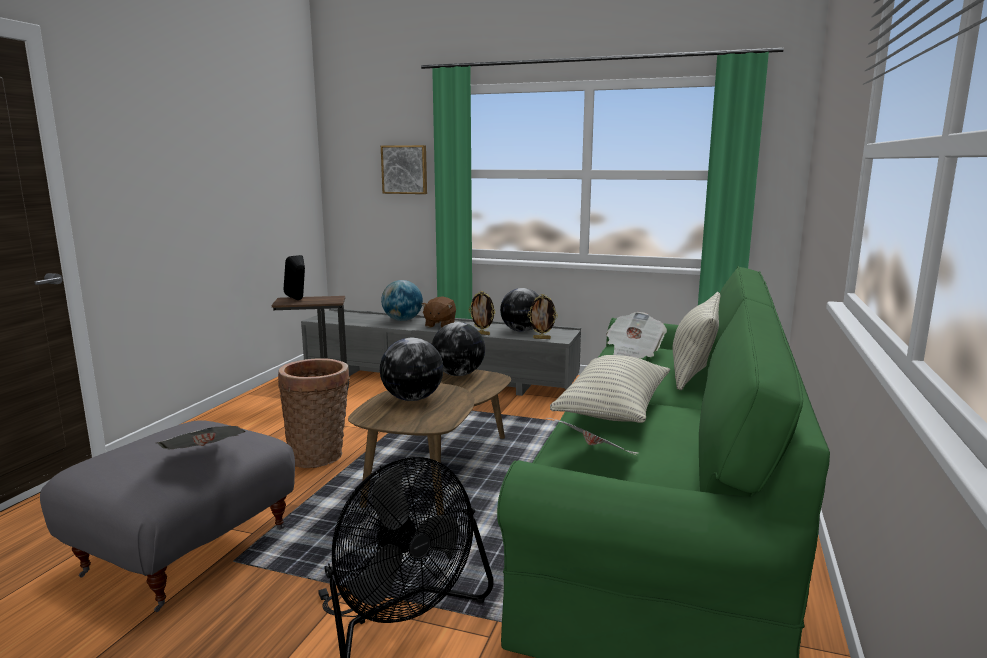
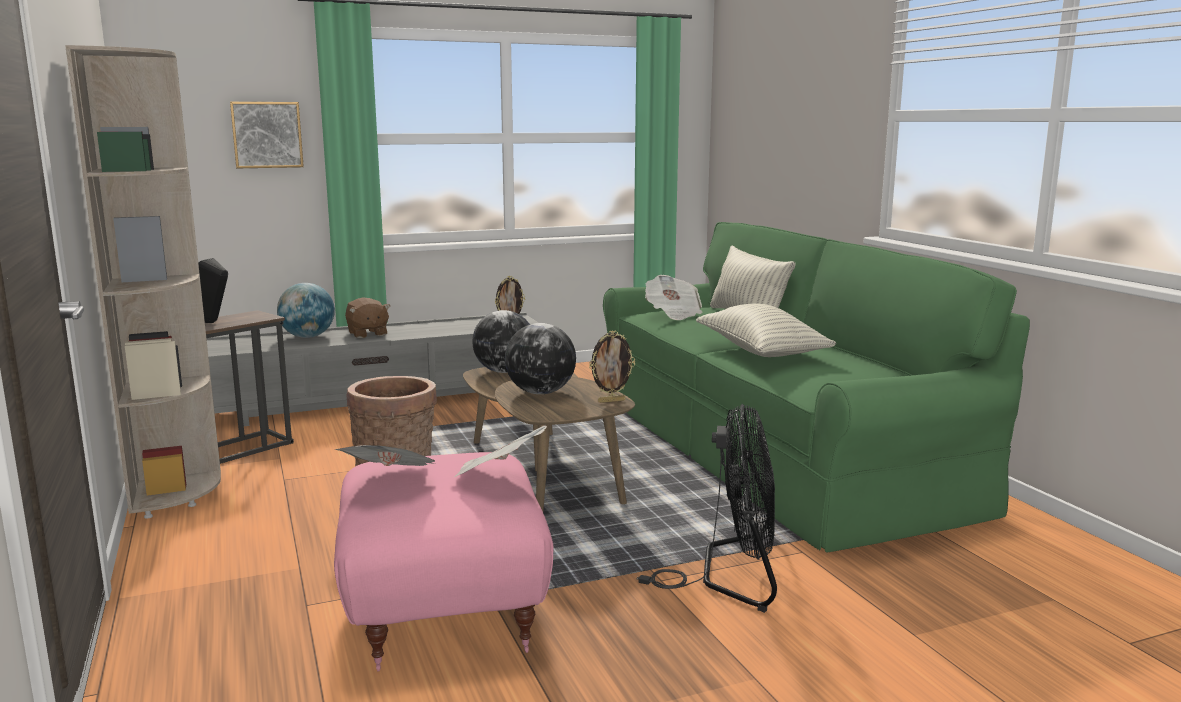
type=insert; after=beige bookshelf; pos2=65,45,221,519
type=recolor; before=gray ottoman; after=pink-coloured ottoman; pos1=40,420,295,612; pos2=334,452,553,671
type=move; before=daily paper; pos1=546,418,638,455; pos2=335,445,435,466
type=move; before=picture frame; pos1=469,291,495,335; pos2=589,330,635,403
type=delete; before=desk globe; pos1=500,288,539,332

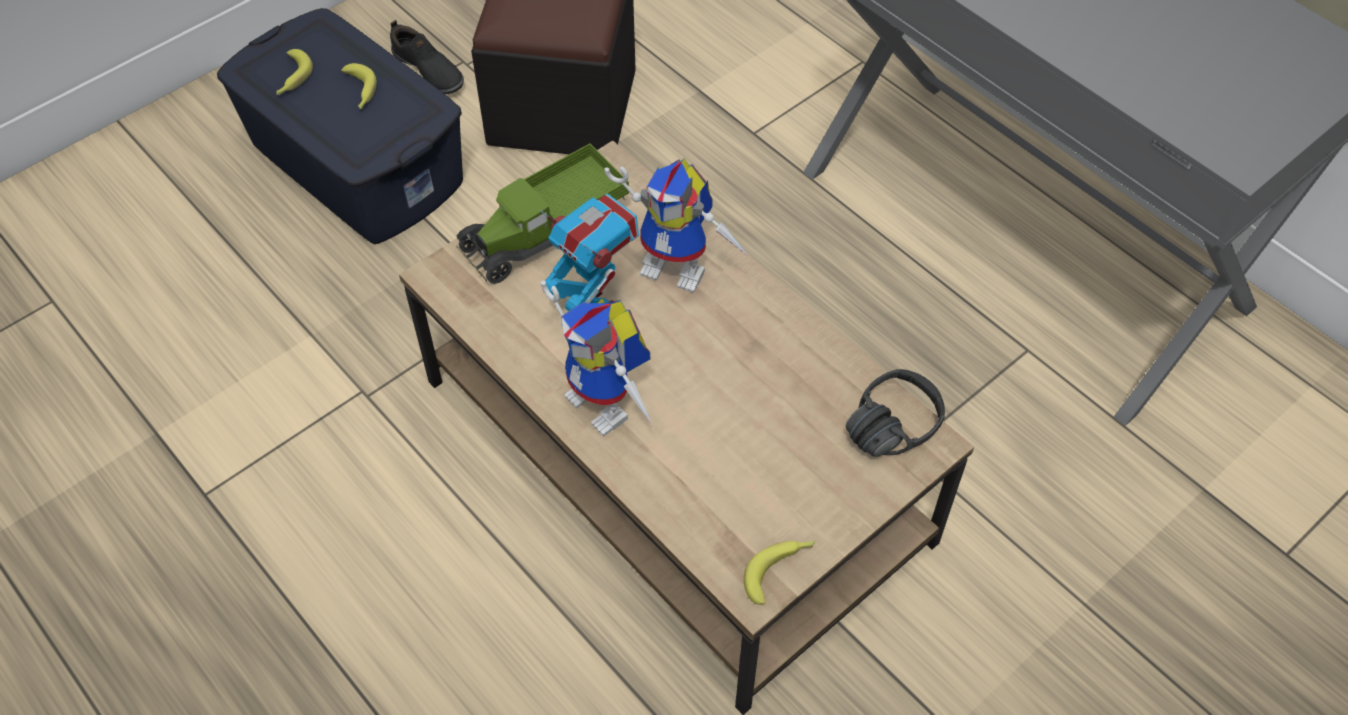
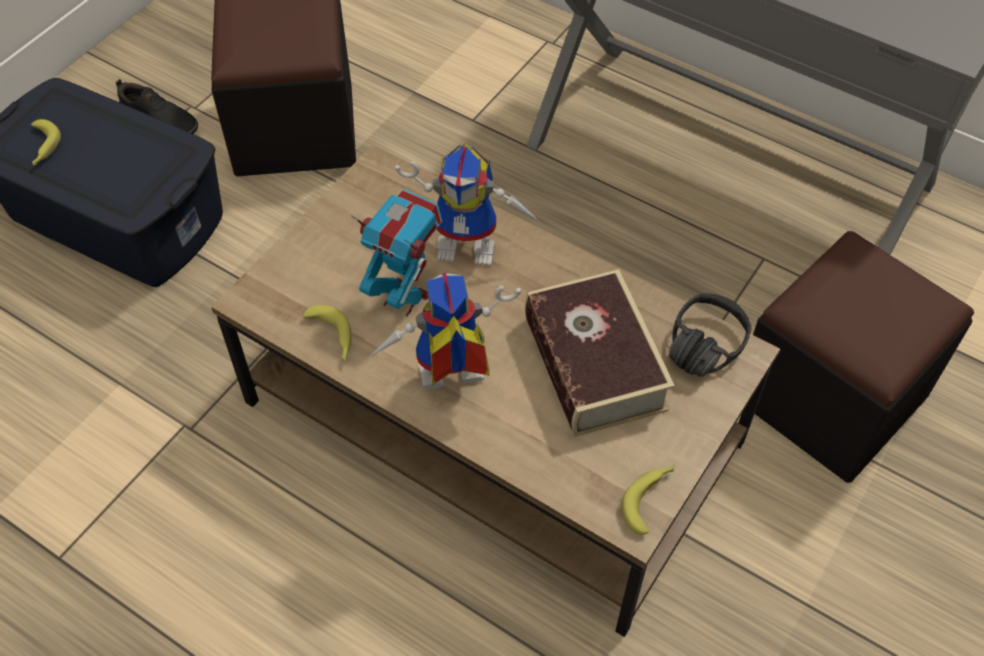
type=move; before=banana; pos1=341,63,377,109; pos2=303,305,352,361
type=rotate; before=robot figure; pos1=541,281,653,436; pos2=369,273,521,390; turn=135
type=insert; after=bound book; pos2=525,269,675,437
type=insert; after=black-coloured ottoman; pos2=753,231,974,483
type=delete; before=toy truck; pos1=456,143,629,284

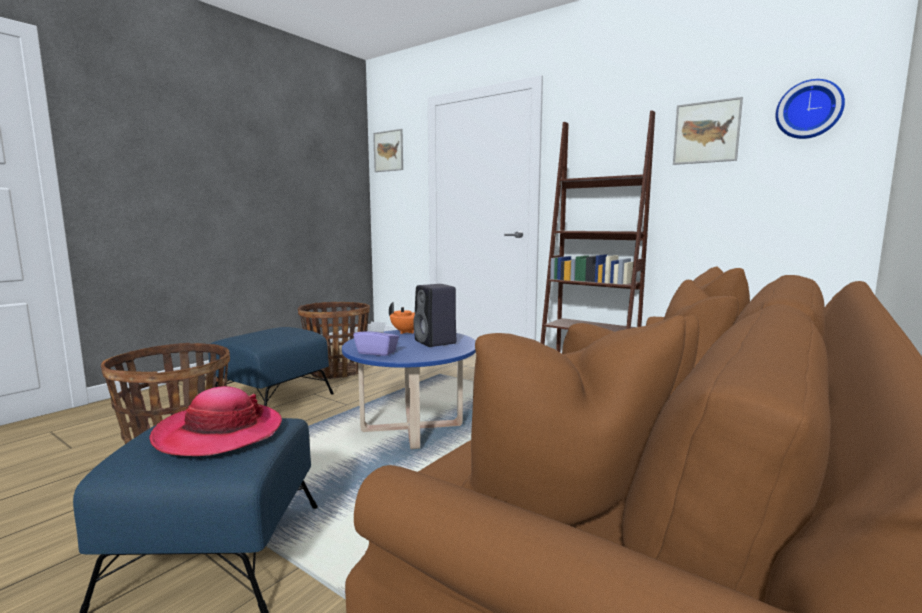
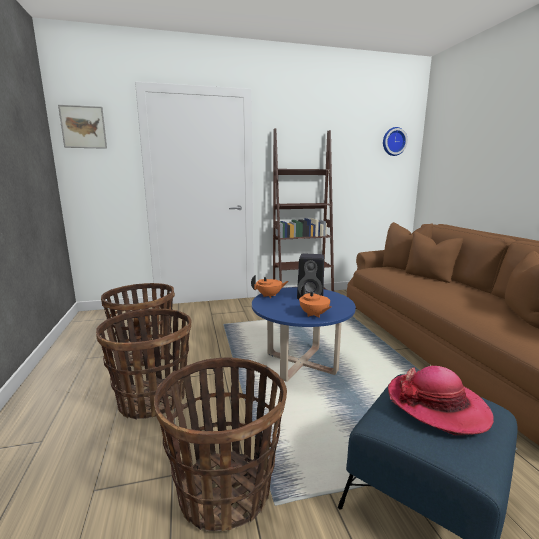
type=replace; before=blue-coloured ottoman; after=basket; pos1=208,327,334,406; pos2=96,309,191,420
type=replace; before=purple tissue box; after=orangey teapot; pos1=353,321,399,356; pos2=299,285,331,318
type=delete; before=picture; pos1=673,97,743,165

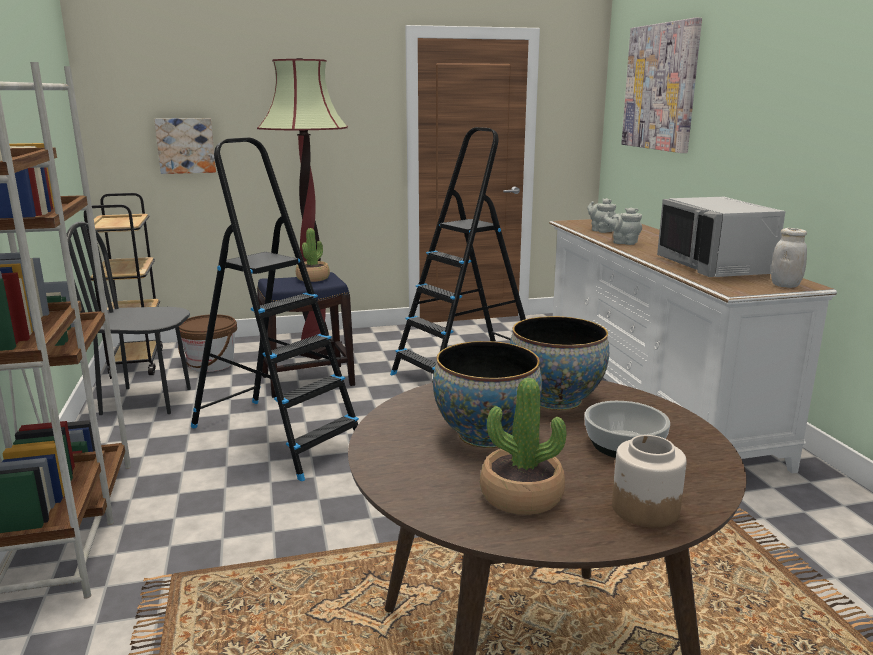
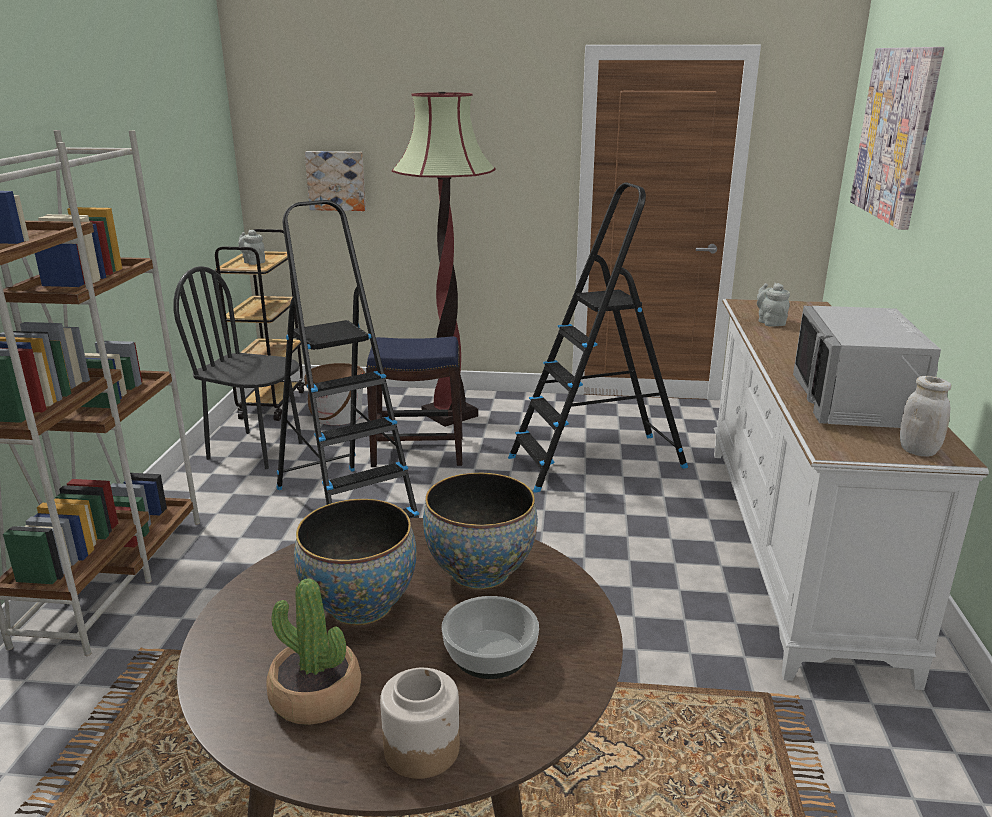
type=move; before=gray teapot; pos1=604,207,642,245; pos2=238,230,265,265
type=delete; before=plant in a pot; pos1=296,228,330,282

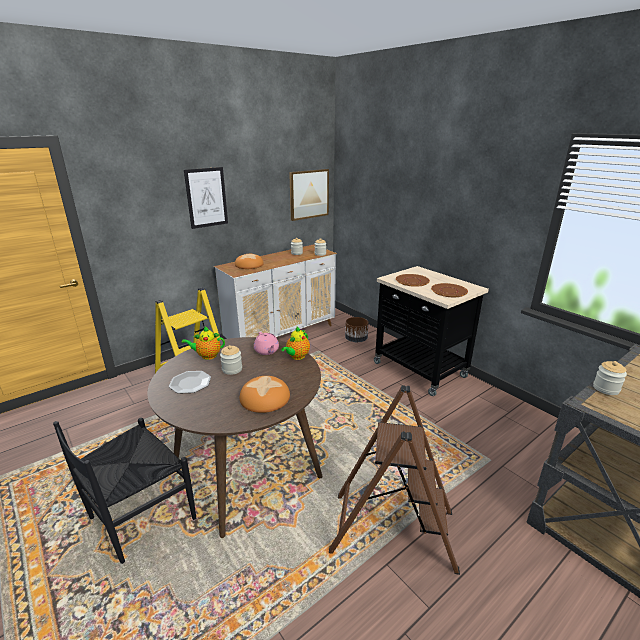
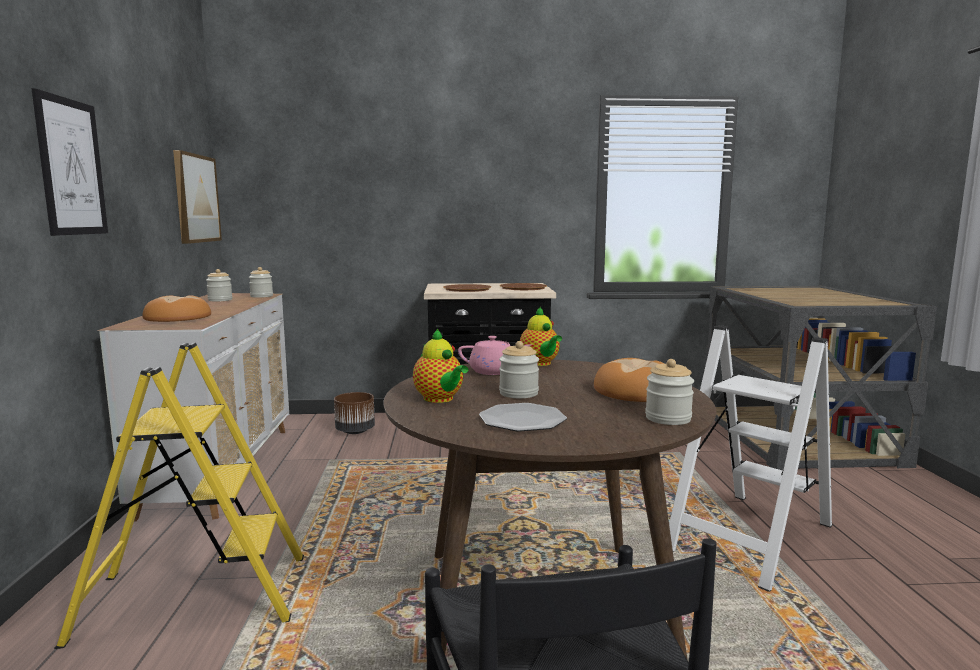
type=rotate; before=teapot; pos1=181,326,225,360; pos2=413,329,468,403; turn=-60
type=move; before=jar; pos1=593,361,627,395; pos2=645,359,694,425
type=recolor; before=brown-coloured step stool; after=white step stool; pos1=329,385,460,575; pos2=669,325,832,592

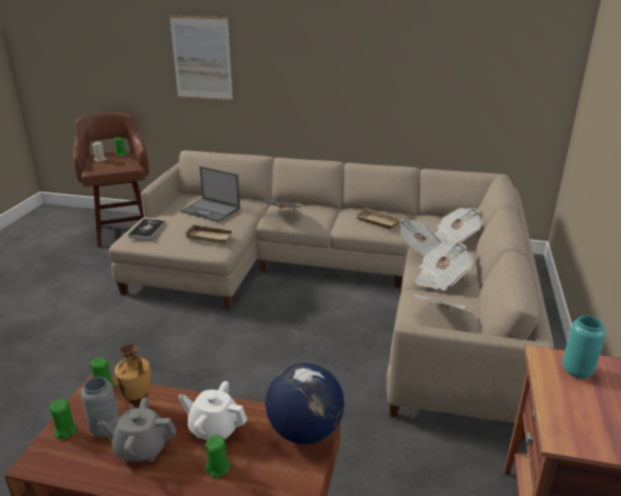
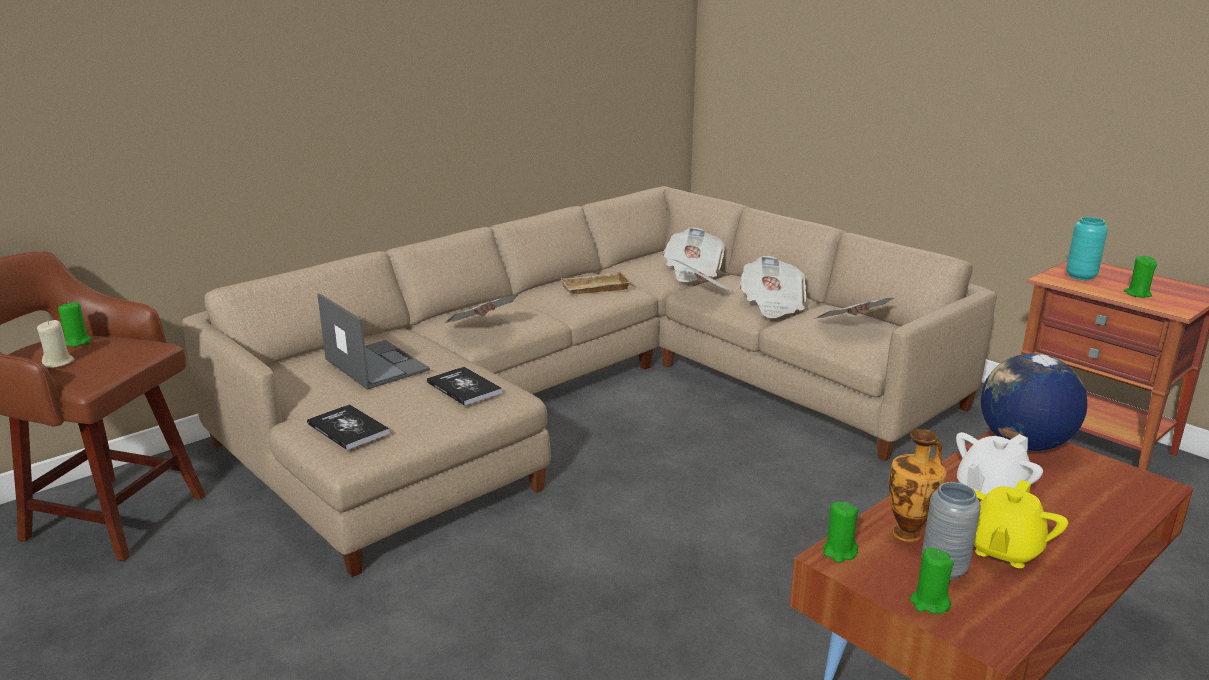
type=rotate; before=portable computer; pos1=180,166,240,222; pos2=317,293,430,390; turn=-105
type=replace; before=beige tray; after=bound book; pos1=184,224,235,244; pos2=427,366,502,406
type=recolor; before=gray teapot; after=yellowish teapot; pos1=97,397,176,462; pos2=973,480,1068,568
type=move; before=green wax light; pos1=205,435,230,478; pos2=1124,256,1157,298
type=delete; before=picture; pos1=169,16,233,101

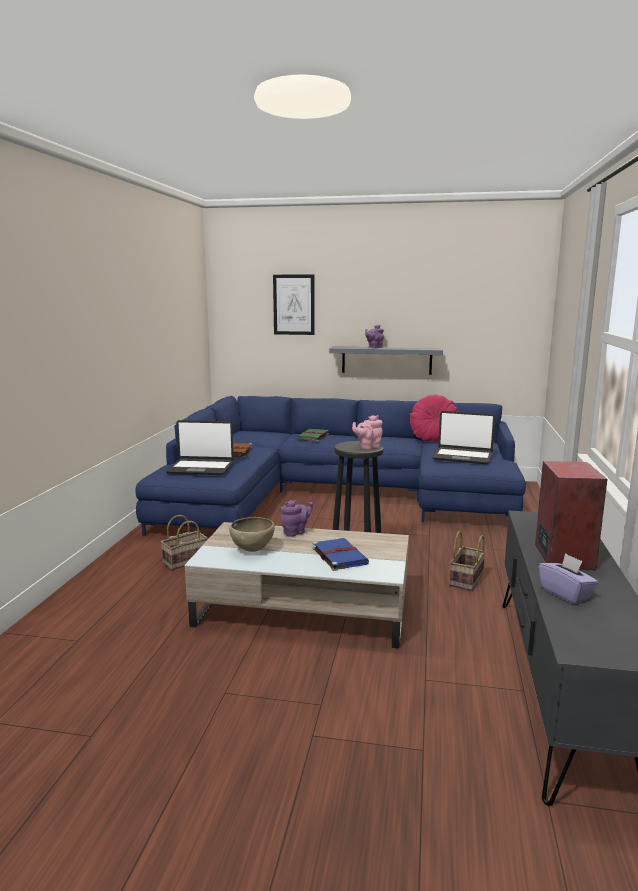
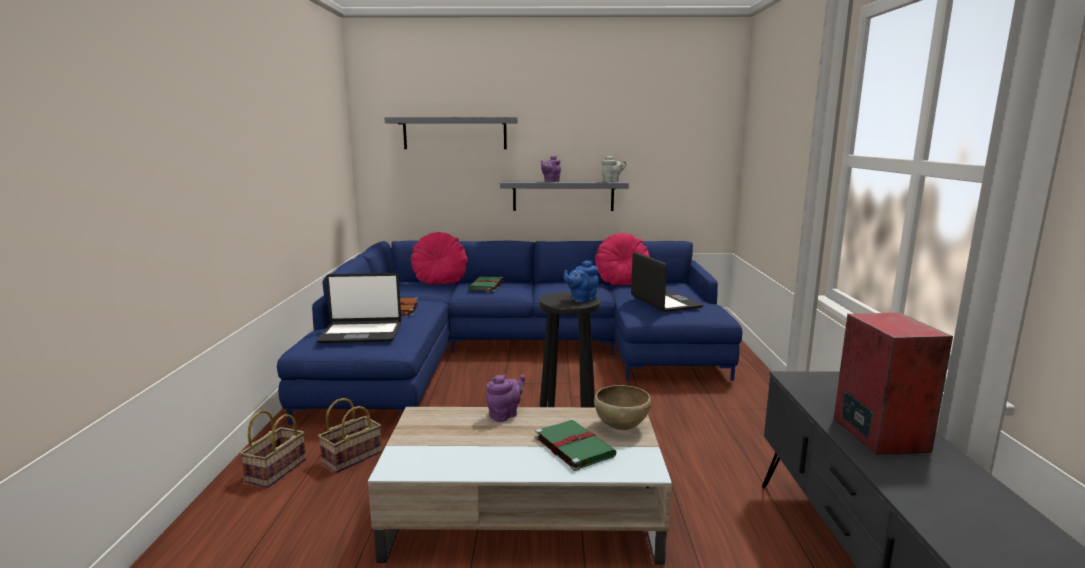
type=move; before=basket; pos1=449,531,486,591; pos2=240,410,306,488
type=replace; before=picture; after=gray bracket shelf; pos1=273,275,314,335; pos2=384,117,518,149
type=insert; after=pink-coloured pillow; pos2=411,232,468,285
type=recolor; before=blue-coloured bound book; after=green bound book; pos1=312,538,369,571; pos2=535,420,617,471
type=recolor; before=pink-coloured teapot; after=blue-coloured teapot; pos1=352,415,383,449; pos2=564,260,599,303
type=move; before=brown-coloured bowl; pos1=229,517,275,552; pos2=594,385,651,430
type=insert; after=gray teapot; pos2=601,156,626,182
type=rotate; before=portable computer; pos1=432,411,495,464; pos2=631,252,703,312; turn=-120
type=delete; before=purple tissue box; pos1=539,553,599,604

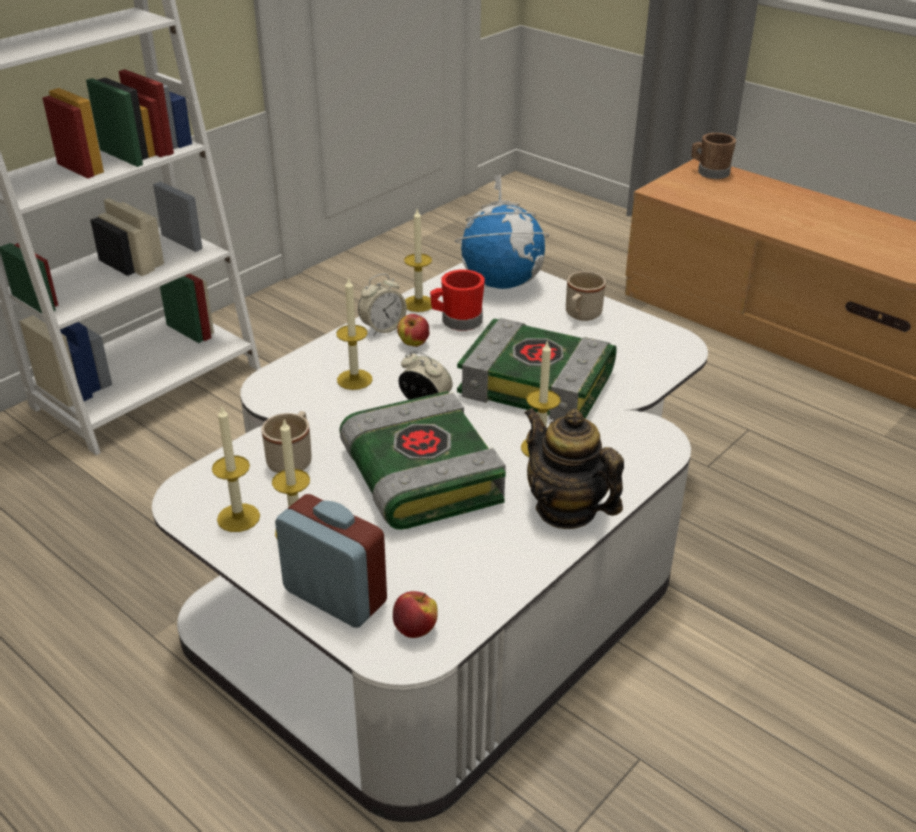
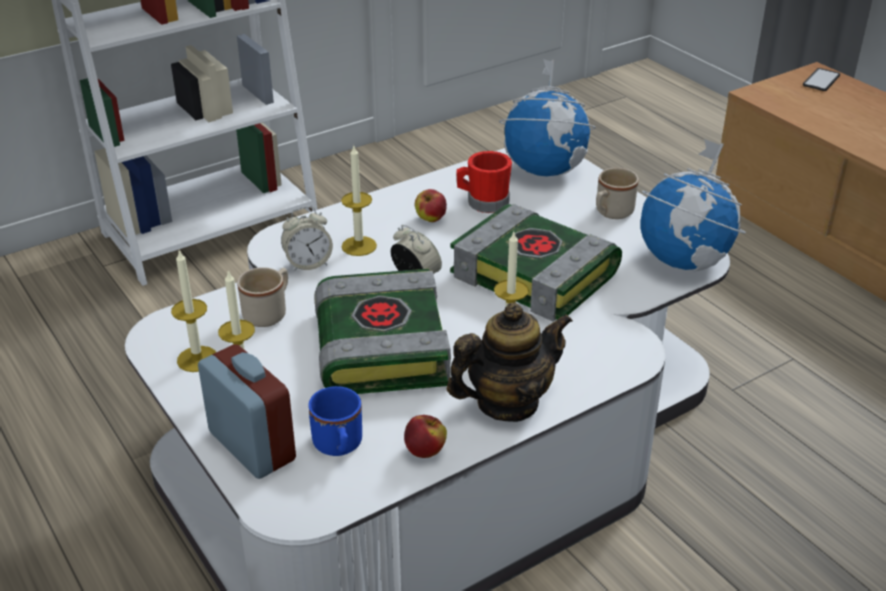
type=move; before=alarm clock; pos1=358,274,407,336; pos2=281,206,333,272
type=insert; after=blue-coloured mug; pos2=308,386,362,456
type=move; before=apple; pos1=393,591,438,638; pos2=404,415,447,458
type=rotate; before=teapot; pos1=524,408,624,529; pos2=447,303,573,422; turn=90
type=insert; after=desk globe; pos2=641,139,746,271
type=replace; before=brown-coloured mug; after=handset; pos1=691,133,736,179; pos2=803,68,840,91
type=delete; before=wax light; pos1=404,209,432,312

